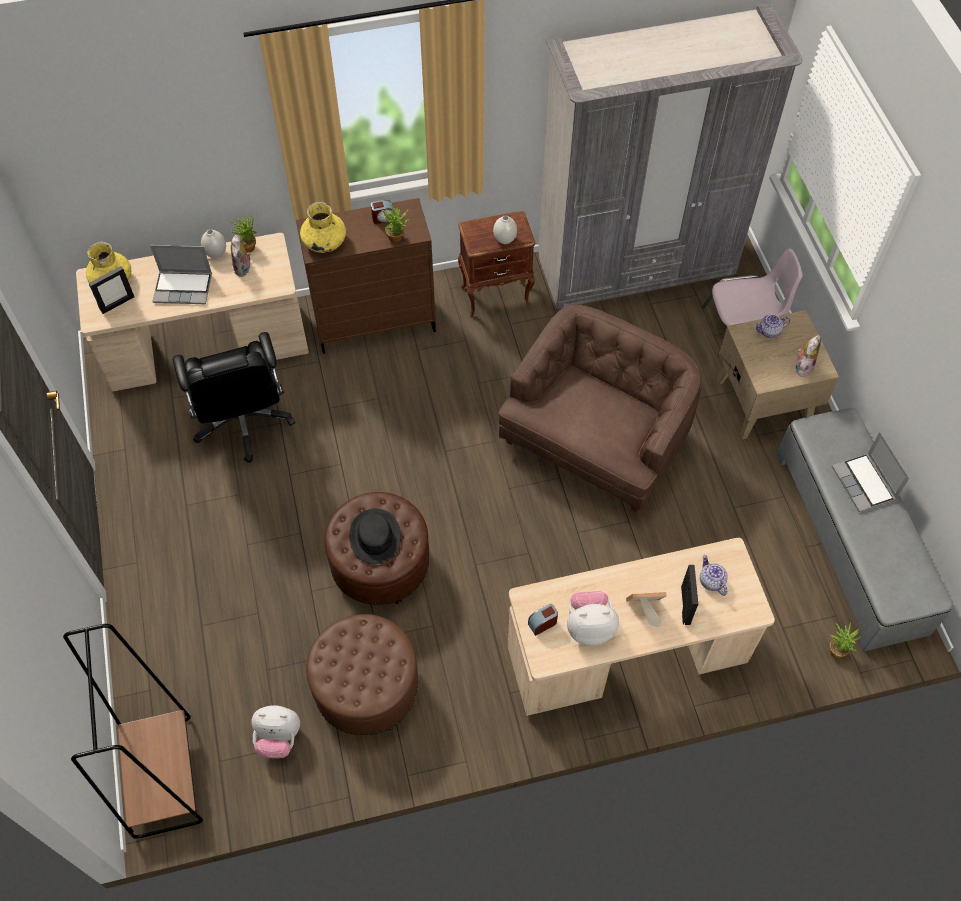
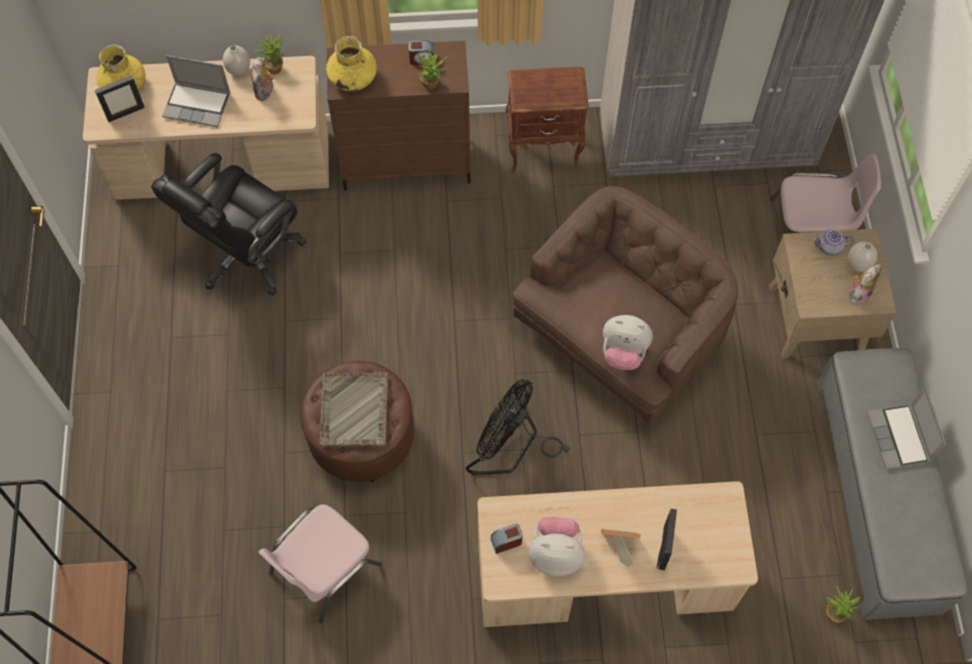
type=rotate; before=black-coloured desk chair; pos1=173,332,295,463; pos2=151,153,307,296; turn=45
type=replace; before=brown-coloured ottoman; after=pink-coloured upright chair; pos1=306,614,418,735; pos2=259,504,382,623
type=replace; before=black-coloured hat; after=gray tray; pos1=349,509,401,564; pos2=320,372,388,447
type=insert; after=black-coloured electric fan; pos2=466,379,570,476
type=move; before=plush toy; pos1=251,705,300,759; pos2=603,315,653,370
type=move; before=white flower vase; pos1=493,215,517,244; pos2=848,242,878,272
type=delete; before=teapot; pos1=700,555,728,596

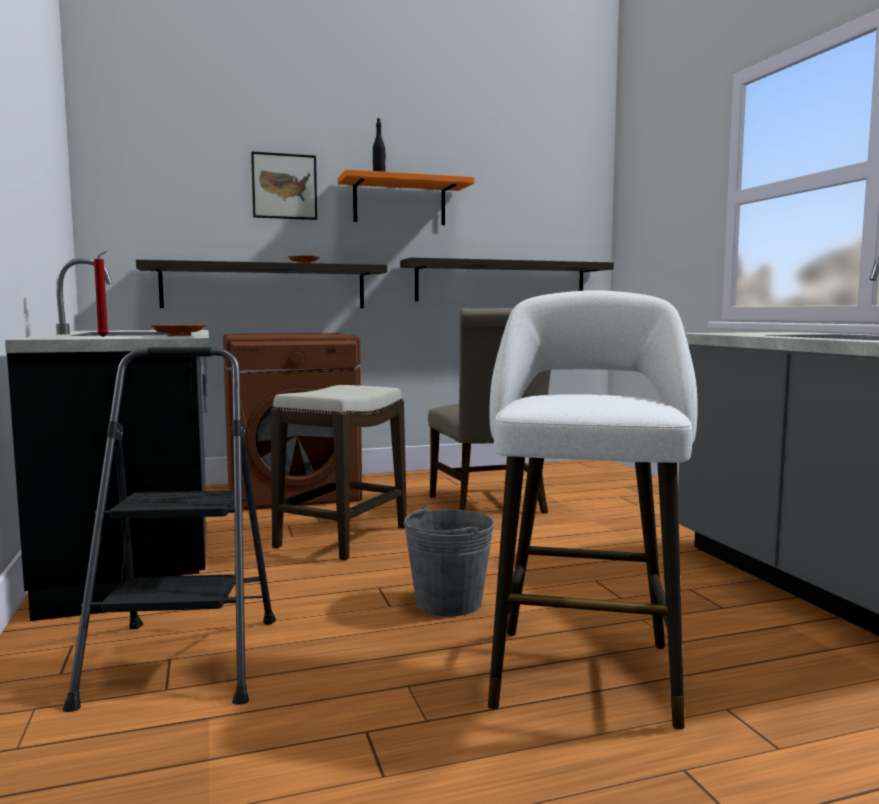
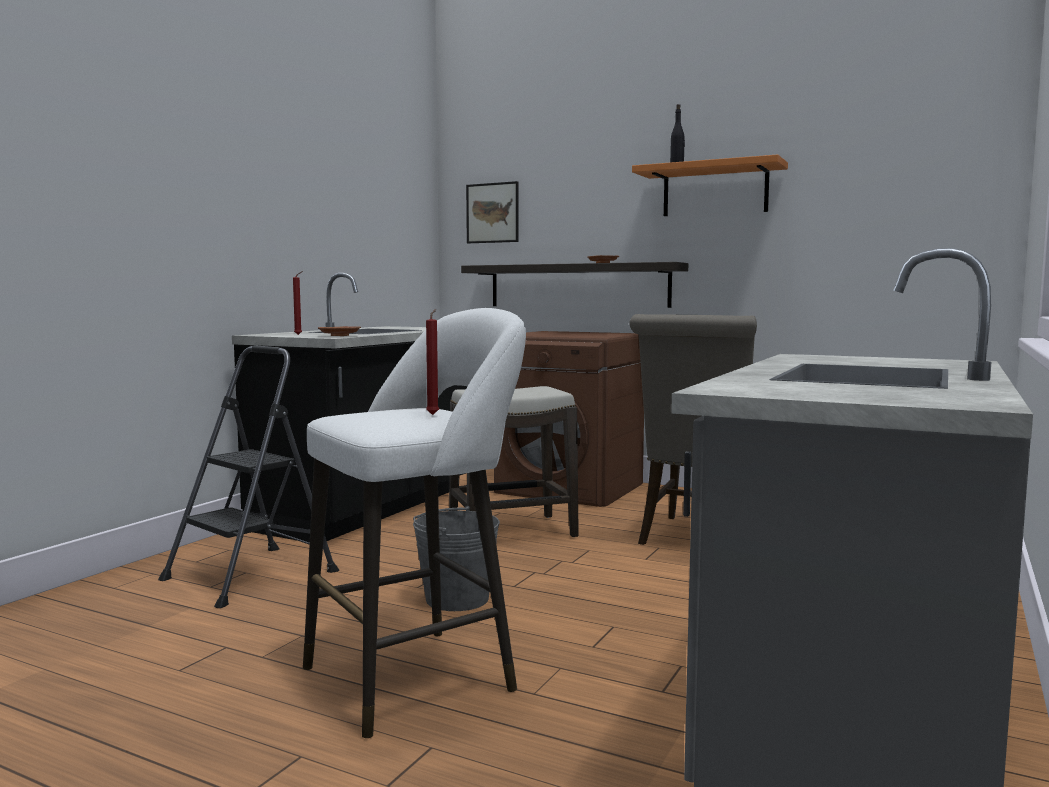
type=insert; after=red wax light; pos2=426,309,439,415
type=move; before=picture; pos1=251,151,317,220; pos2=466,181,519,243
type=delete; before=bracket shelf; pos1=400,257,614,301

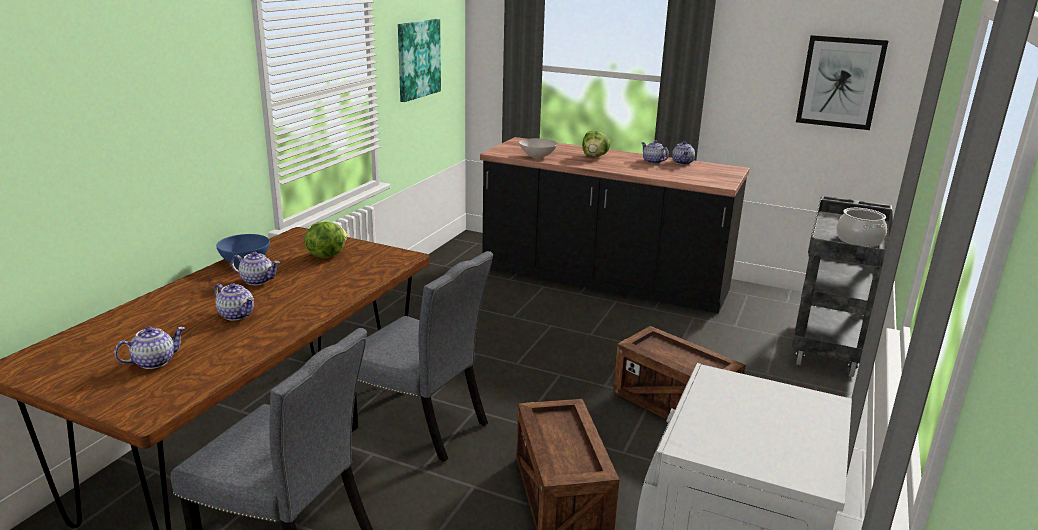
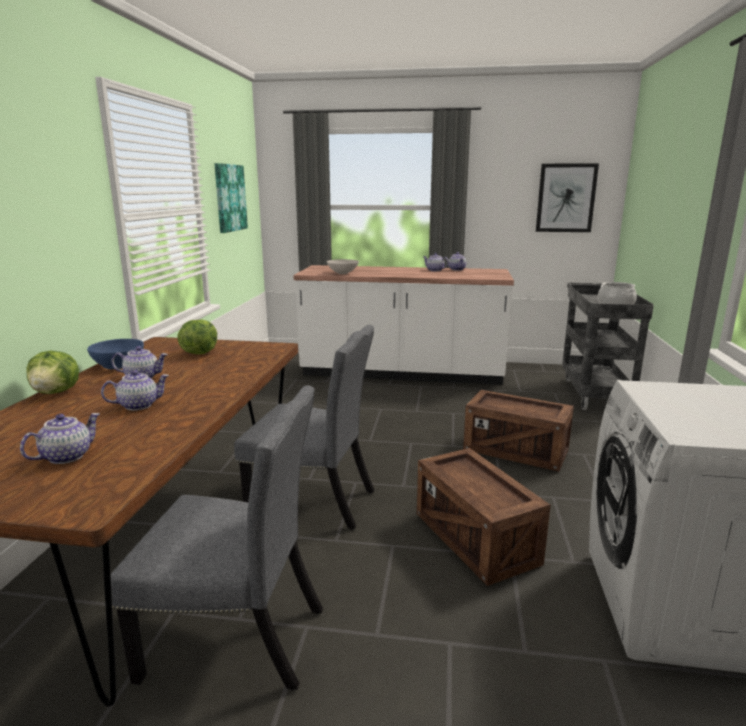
type=move; before=head of lettuce; pos1=582,131,610,157; pos2=26,351,79,394
type=rotate; before=teapot; pos1=214,283,254,320; pos2=101,370,169,411; turn=-45
type=recolor; before=black-coloured counter; after=white counter; pos1=480,137,750,314; pos2=294,265,514,385

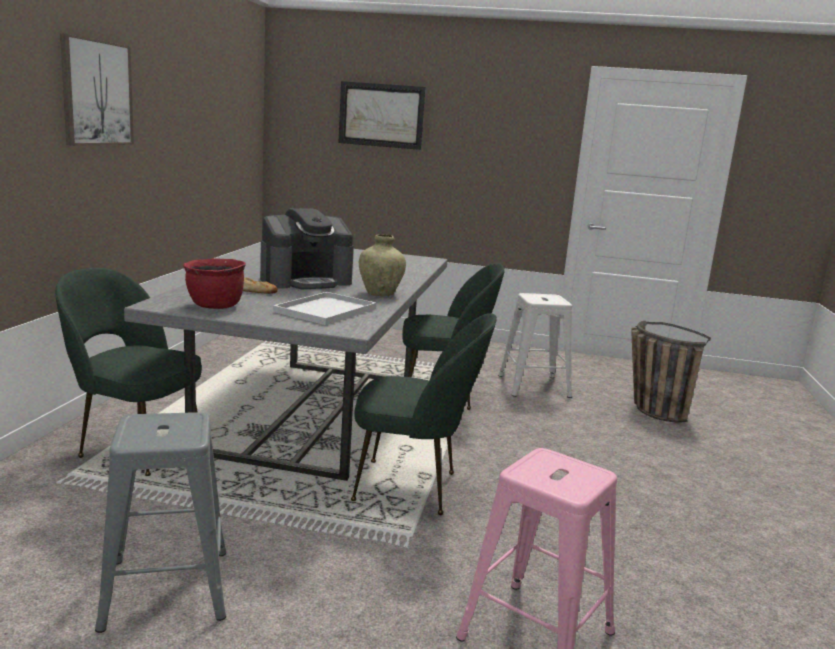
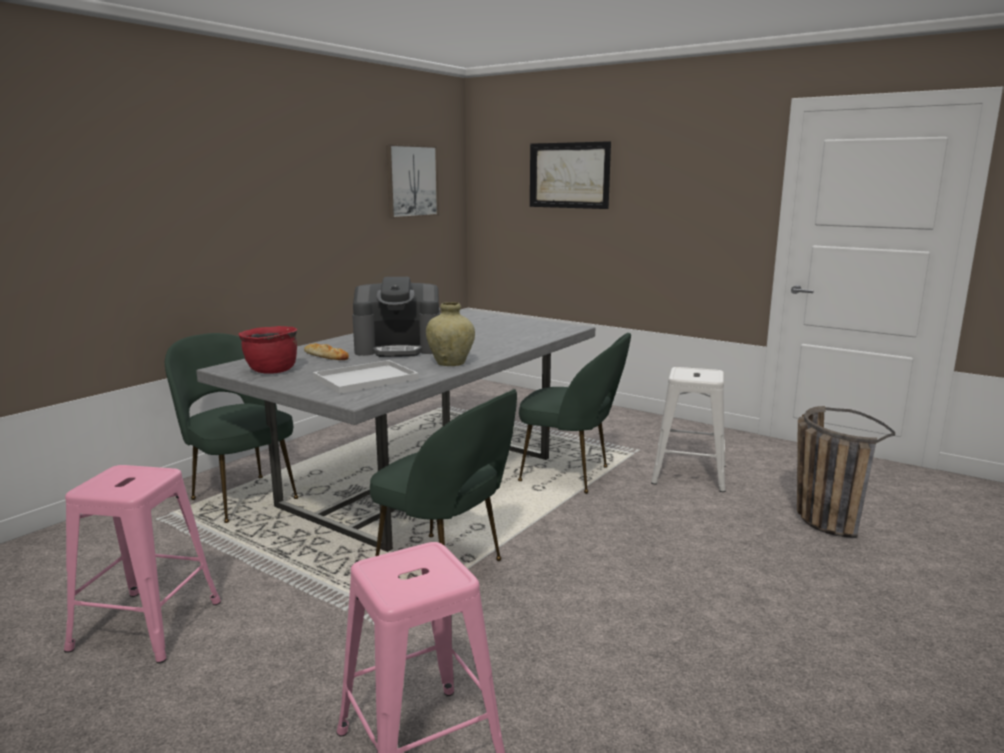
type=recolor; before=gray stool seat; after=pink-coloured stool seat; pos1=95,412,226,633; pos2=64,465,221,663
type=move; before=picture; pos1=60,33,134,146; pos2=386,144,439,219

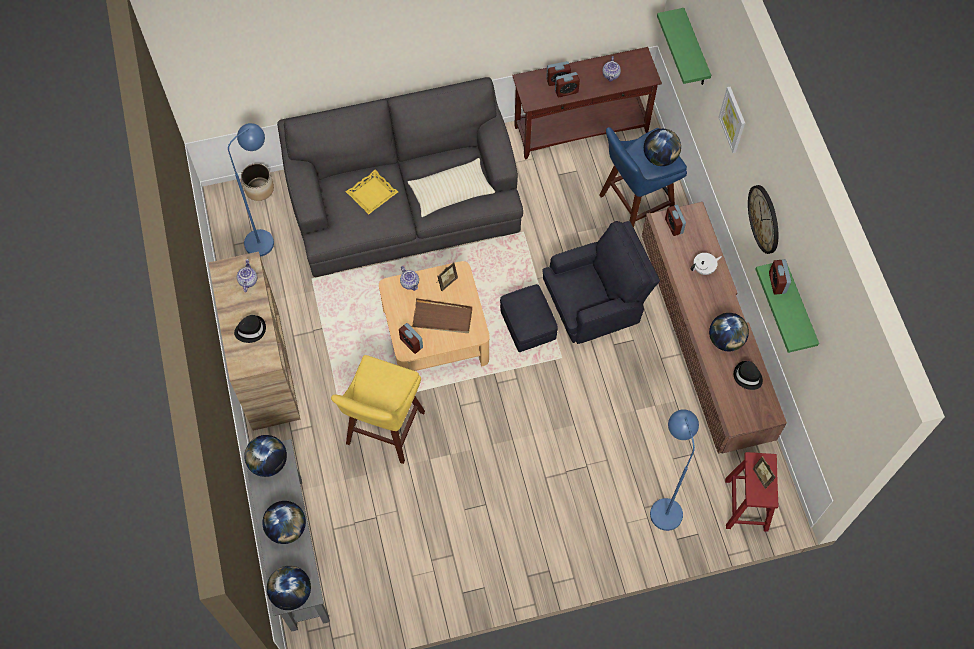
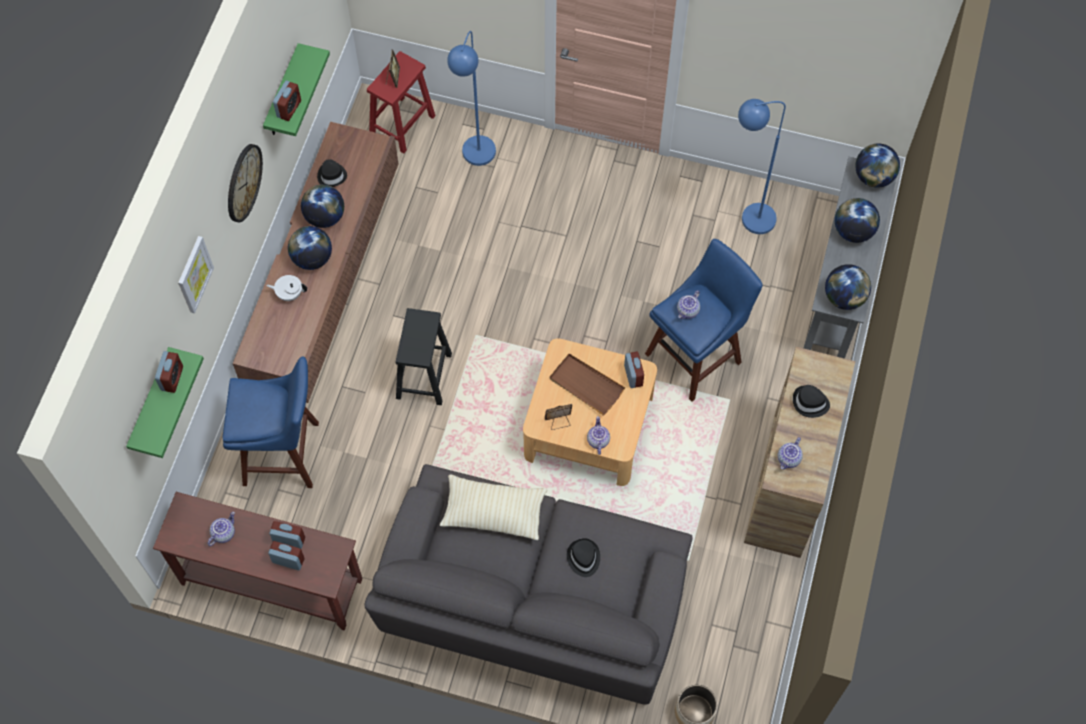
type=move; before=alarm clock; pos1=665,205,686,236; pos2=155,351,183,393
type=move; before=desk globe; pos1=644,129,681,166; pos2=288,226,332,270
type=replace; before=black-coloured easy chair; after=black-coloured stool seat; pos1=500,221,660,352; pos2=396,308,452,405
type=replace; before=yellowish tray; after=black-coloured hat; pos1=345,169,398,215; pos2=567,538,600,577
type=recolor; before=yellowish stool seat; after=blue-coloured stool seat; pos1=331,355,425,464; pos2=645,239,763,402
type=insert; after=teapot; pos2=677,290,700,319
type=move; before=blue-coloured standard lamp; pos1=228,123,274,257; pos2=738,99,786,234

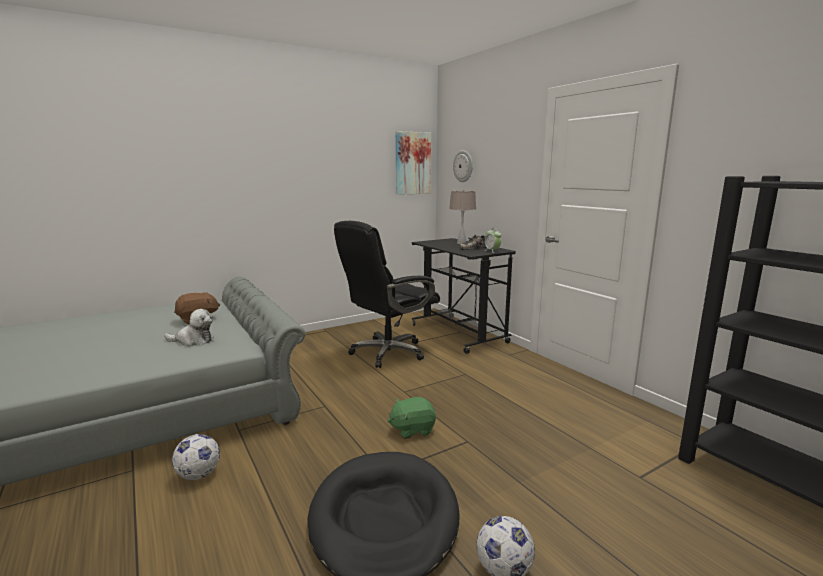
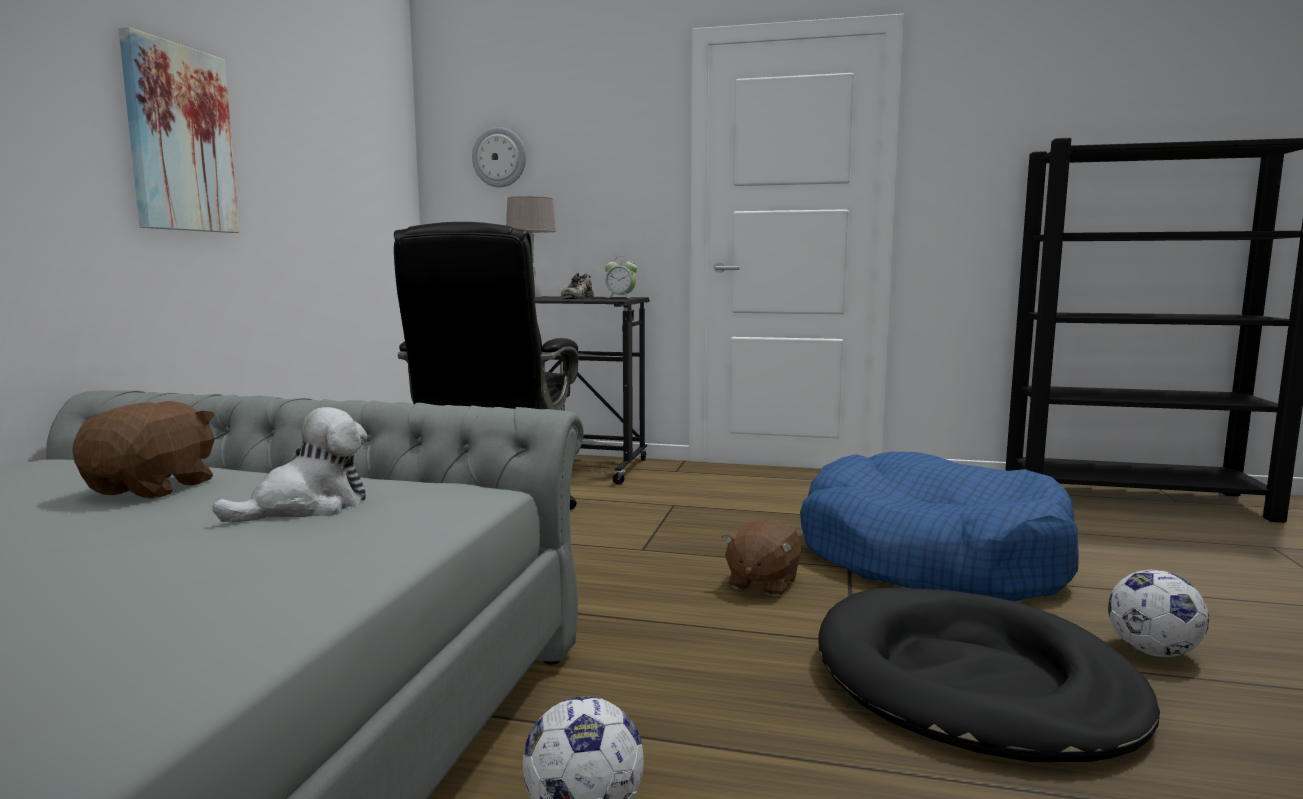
type=move; before=picture; pos1=395,131,431,195; pos2=118,27,239,233
type=recolor; before=green plush toy; after=brown-coloured plush toy; pos1=388,397,436,439; pos2=722,519,801,597
type=insert; after=blue-coloured dog cushion; pos2=800,452,1079,602

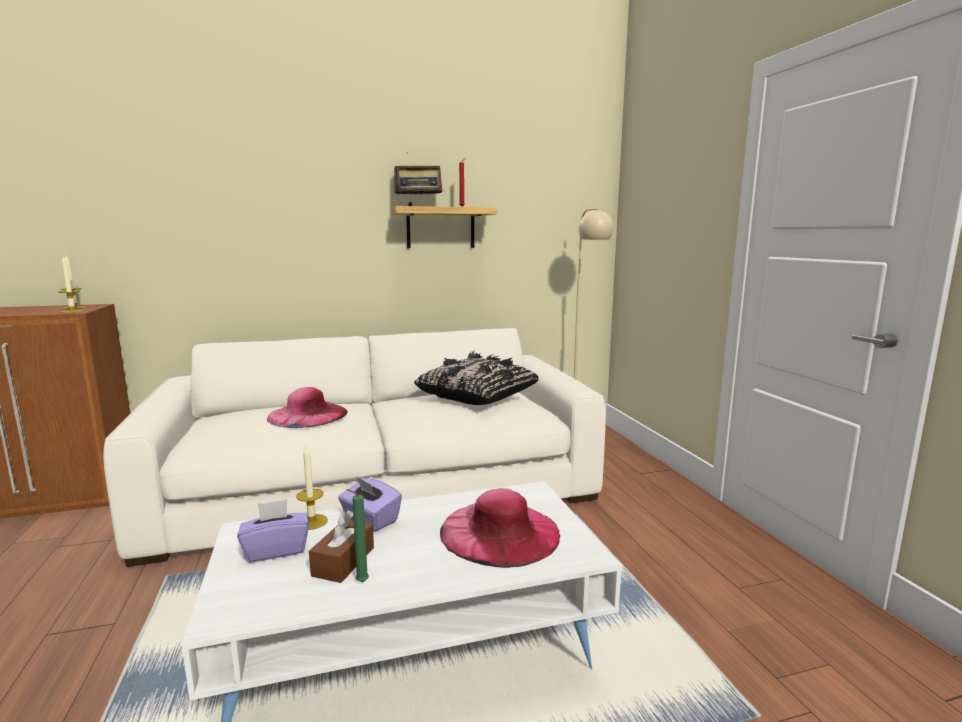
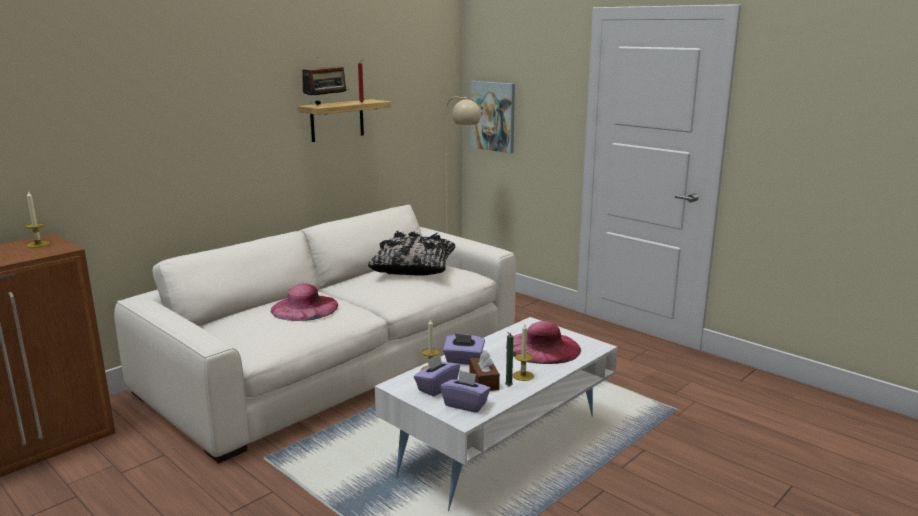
type=insert; after=purple tissue box; pos2=440,370,491,413
type=insert; after=picture; pos2=471,81,515,153
type=move; before=wax light; pos1=59,256,85,313; pos2=513,324,534,381

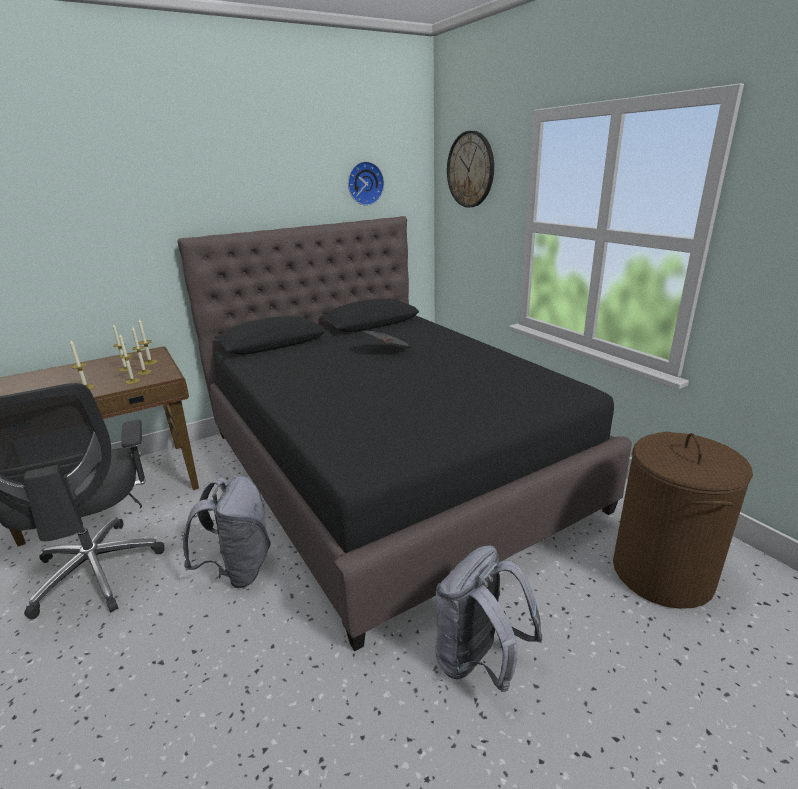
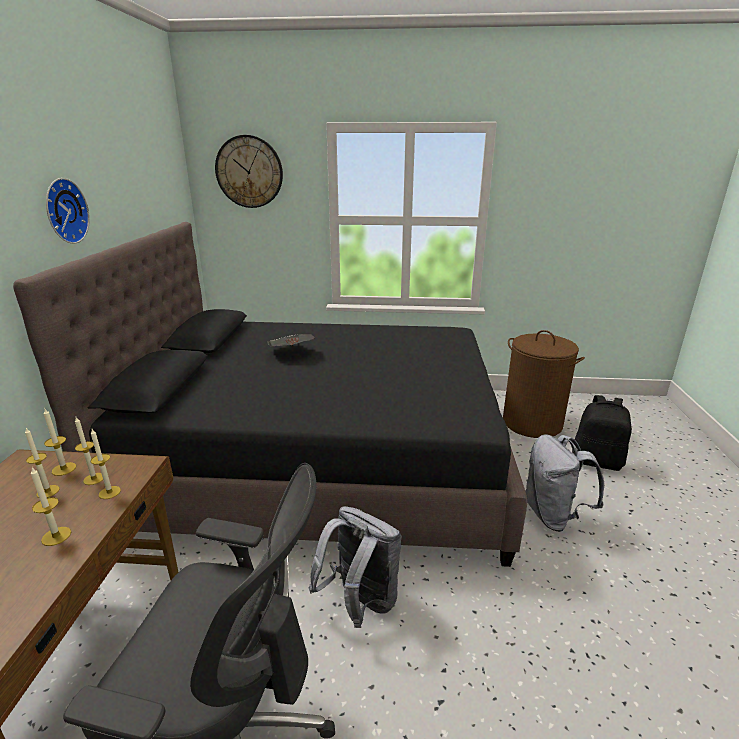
type=move; before=hanging clock; pos1=348,161,384,206; pos2=46,178,90,244
type=insert; after=black-coloured rucksack; pos2=572,395,632,471

